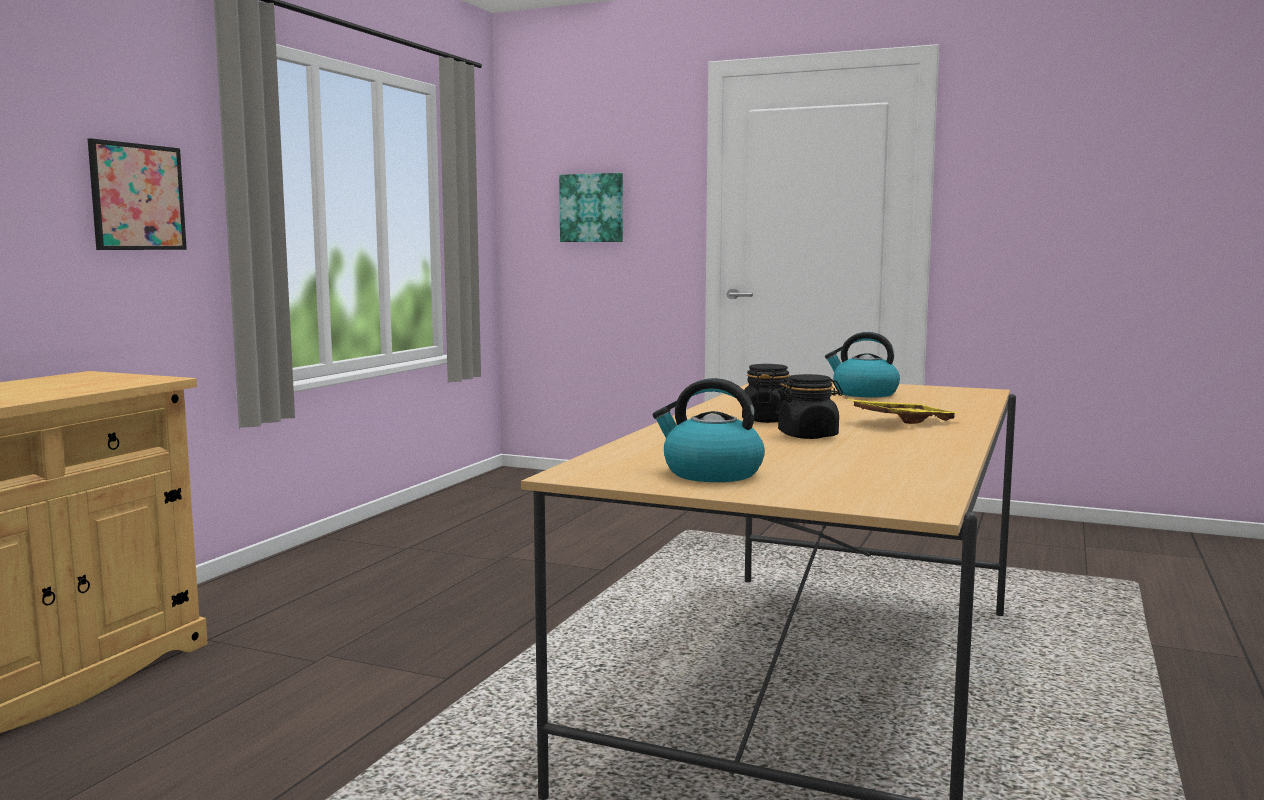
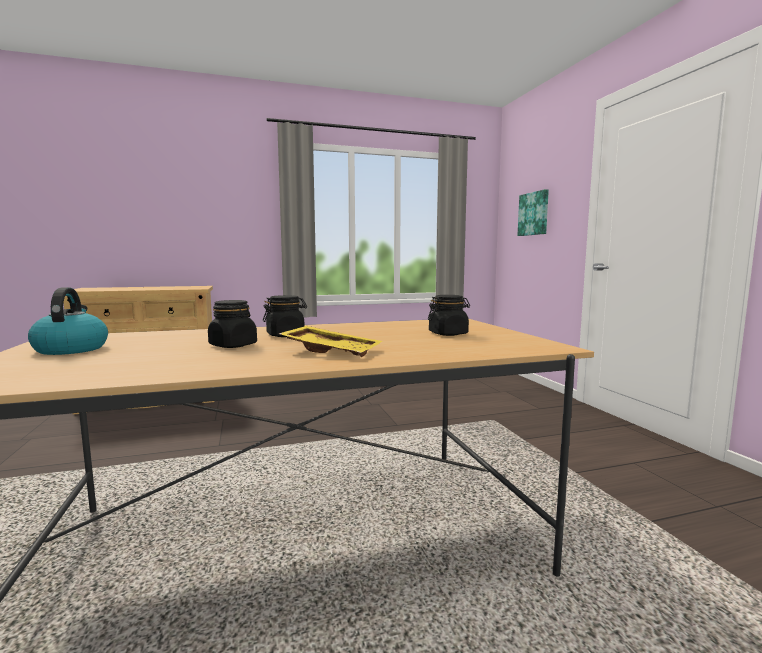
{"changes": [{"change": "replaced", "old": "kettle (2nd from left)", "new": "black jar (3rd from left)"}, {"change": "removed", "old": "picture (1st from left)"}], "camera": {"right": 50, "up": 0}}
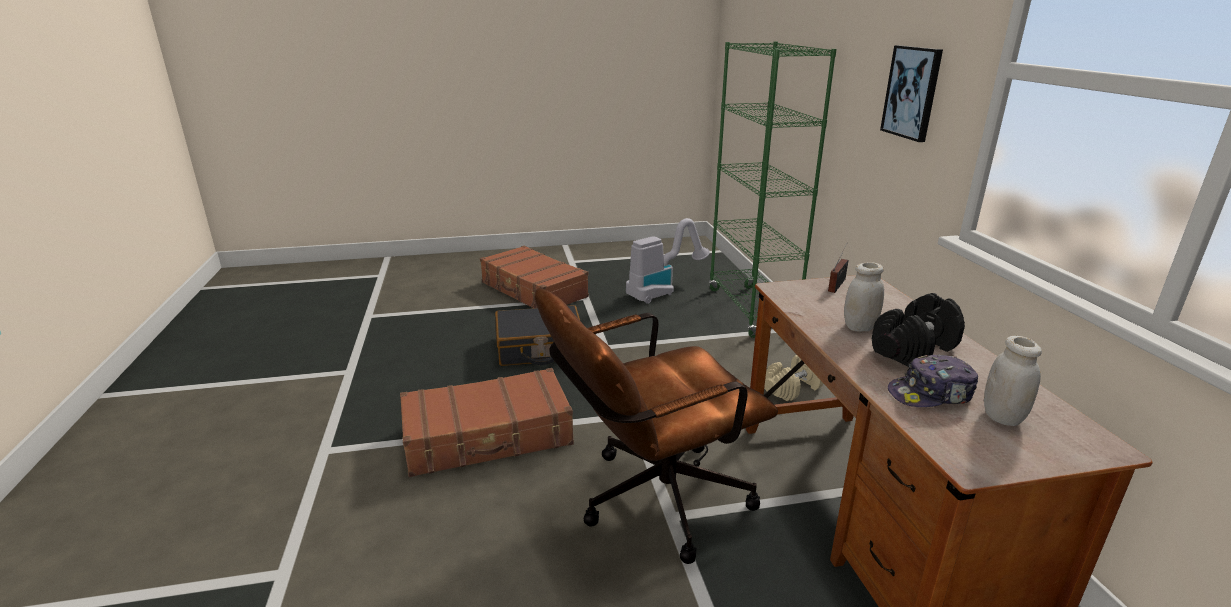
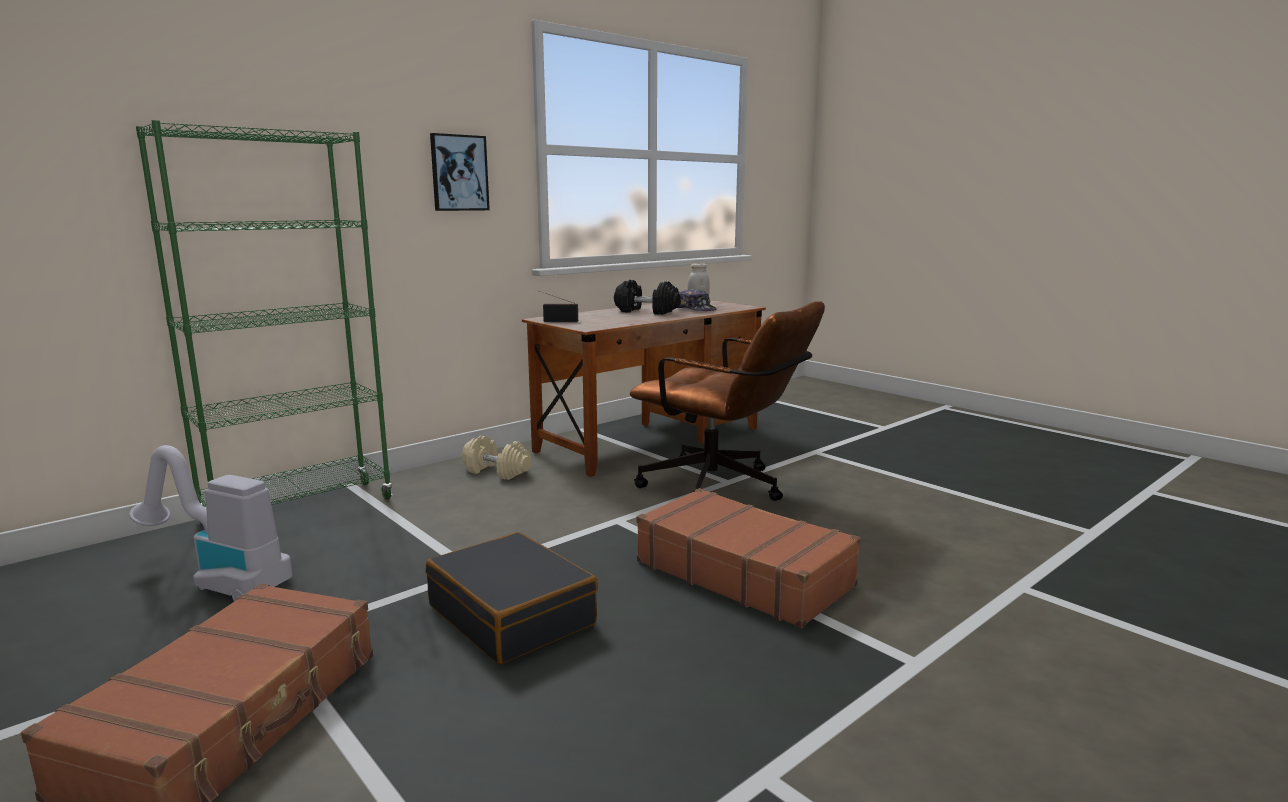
{"changes": [{"change": "removed", "old": "white jar (1st from left)"}], "camera": {"right": -120, "up": -10}}
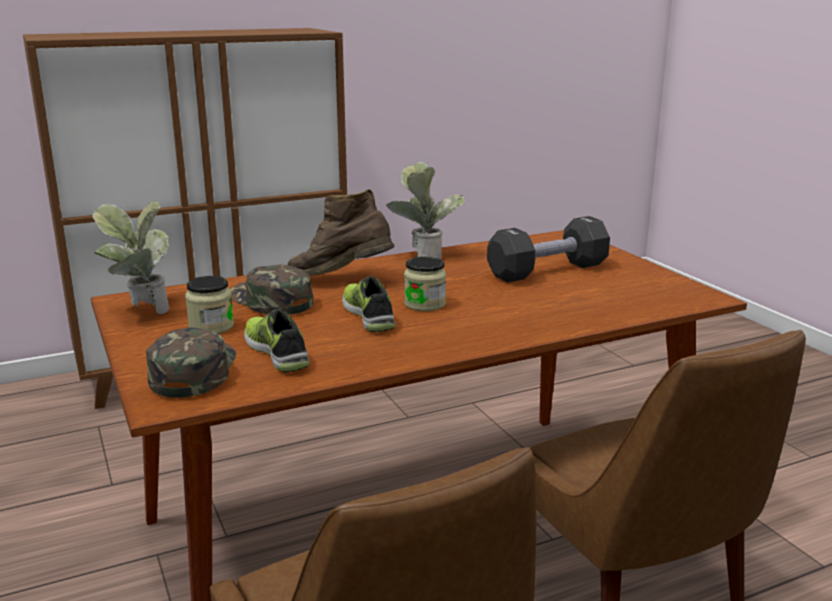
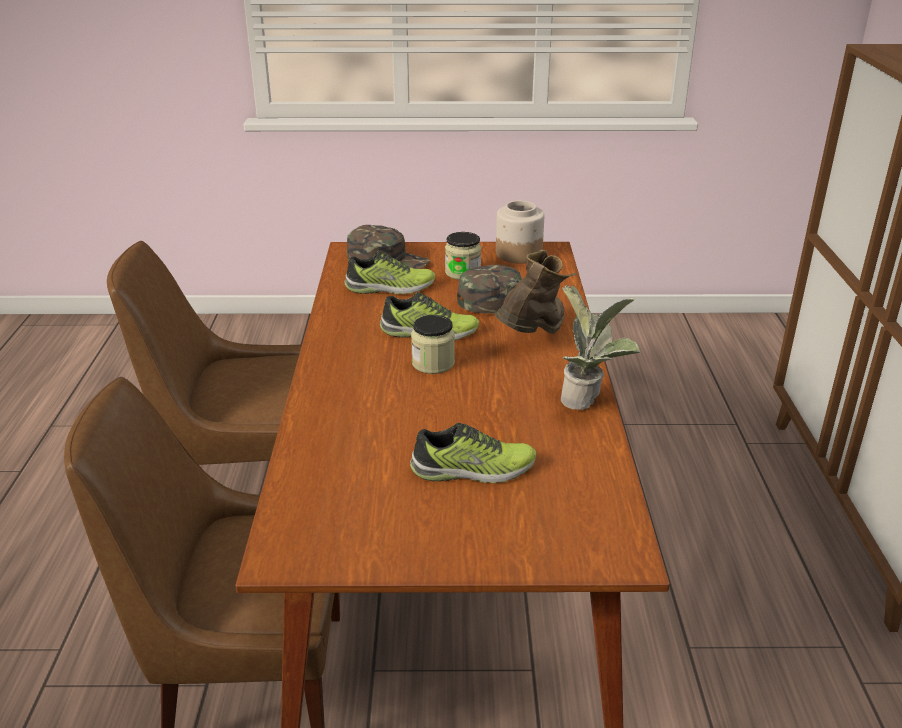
{"changes": [{"change": "replaced", "old": "black dumbbell", "new": "shoe (3rd from left)"}, {"change": "replaced", "old": "potted plant (1st from left)", "new": "jar (3rd from left)"}], "camera": {"right": 115, "up": 10}}
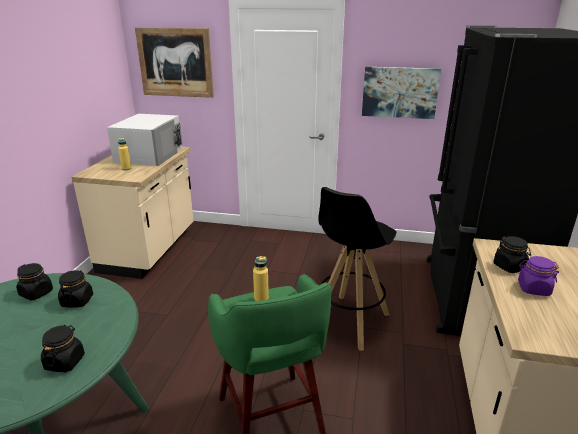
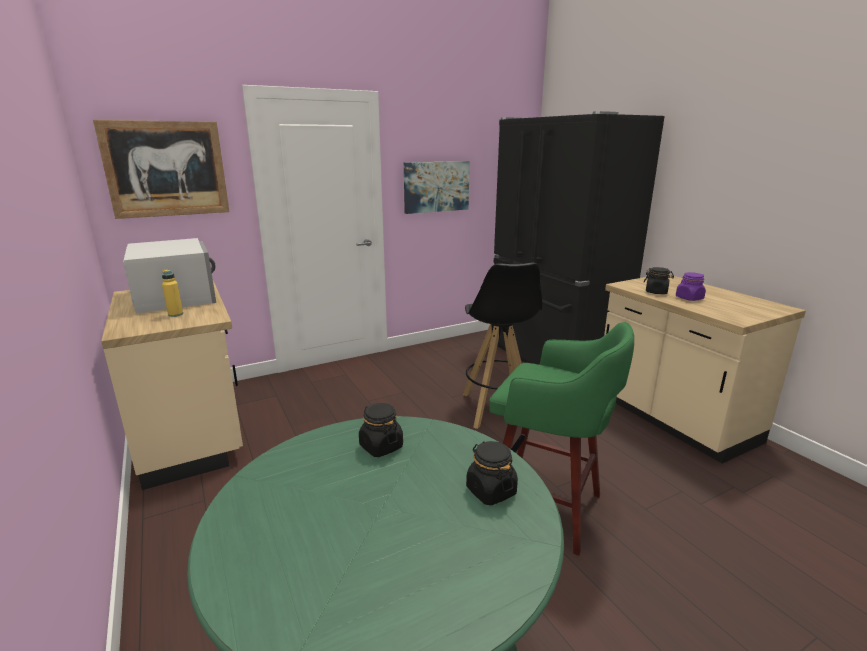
{"changes": [{"change": "removed", "old": "black jar (1st from left)"}, {"change": "removed", "old": "yellow bottle (2nd from left)"}], "camera": {"right": -40, "up": -5}}
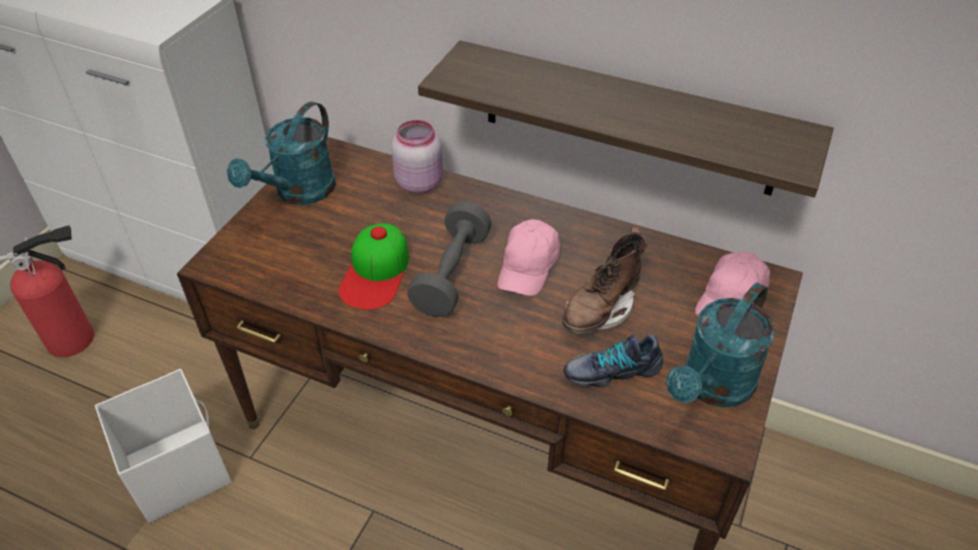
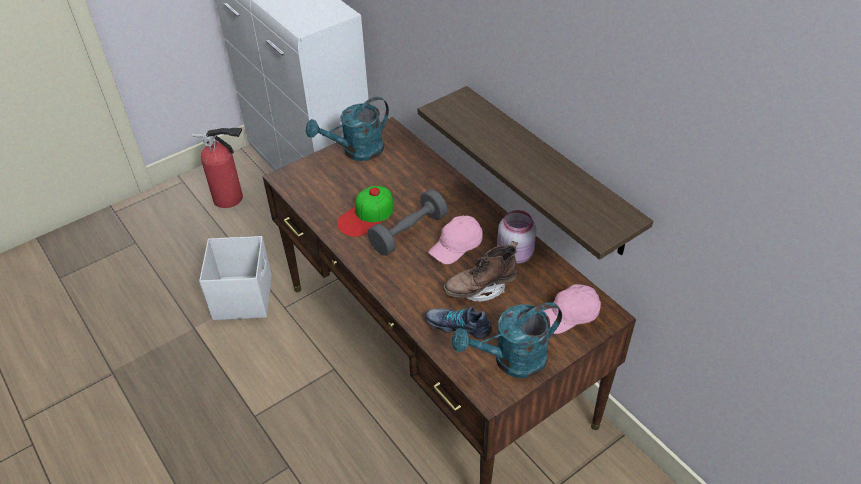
{"changes": [{"change": "moved", "old": "pink jar"}], "camera": {"right": 30, "up": 0}}
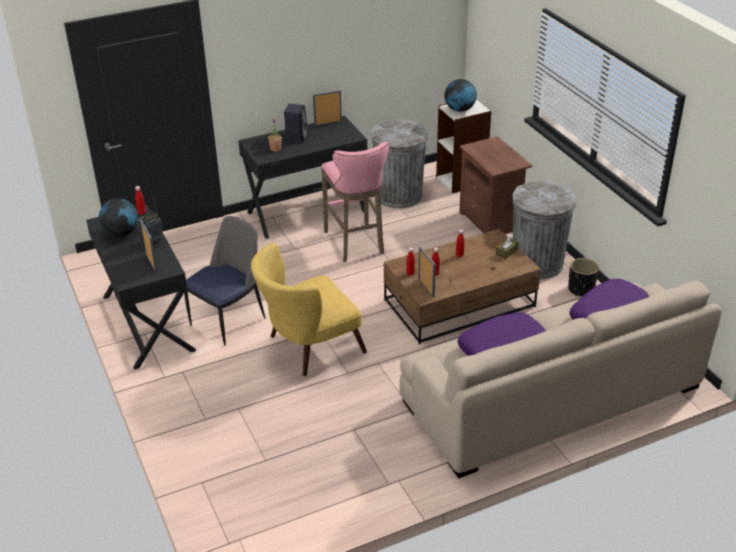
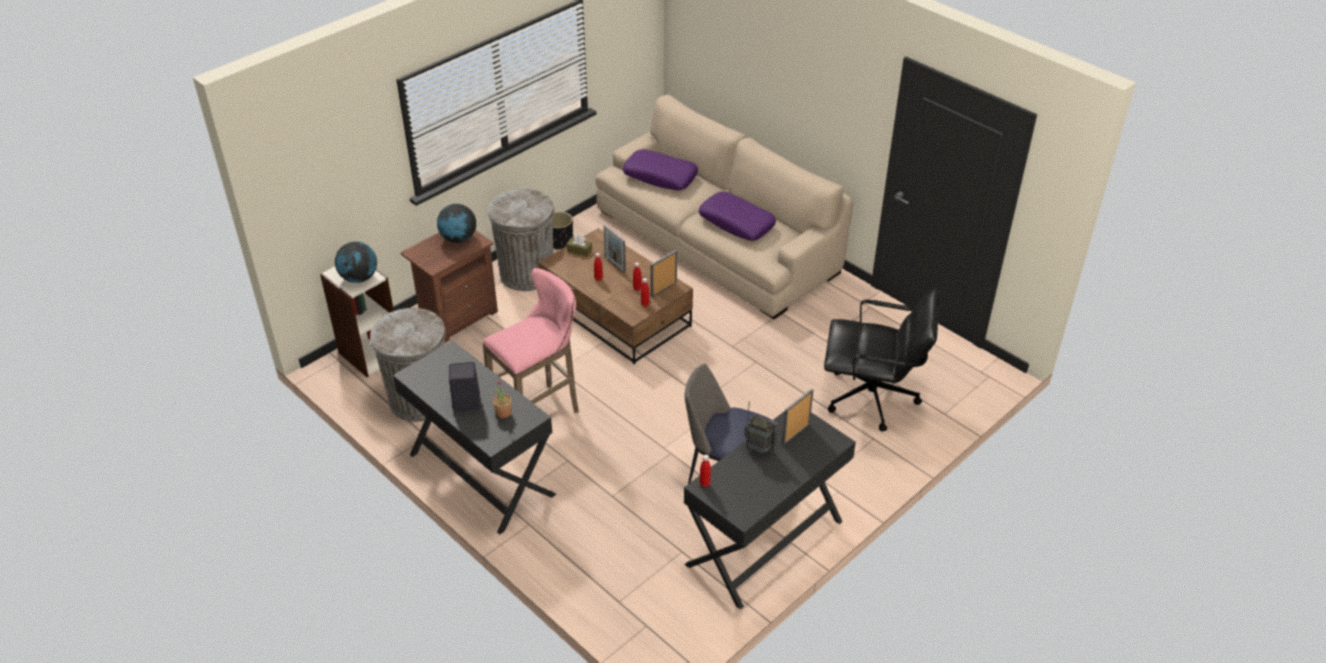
{"changes": [{"change": "moved", "old": "globe (1st from left in the first image)", "new": "globe (2nd from left)"}, {"change": "moved", "old": "picture frame (2nd from left in the first image)", "new": "picture frame (1st from left)"}, {"change": "added", "new": "black office chair"}, {"change": "removed", "old": "yellow armchair"}], "camera": {"right": -110, "up": 5}}
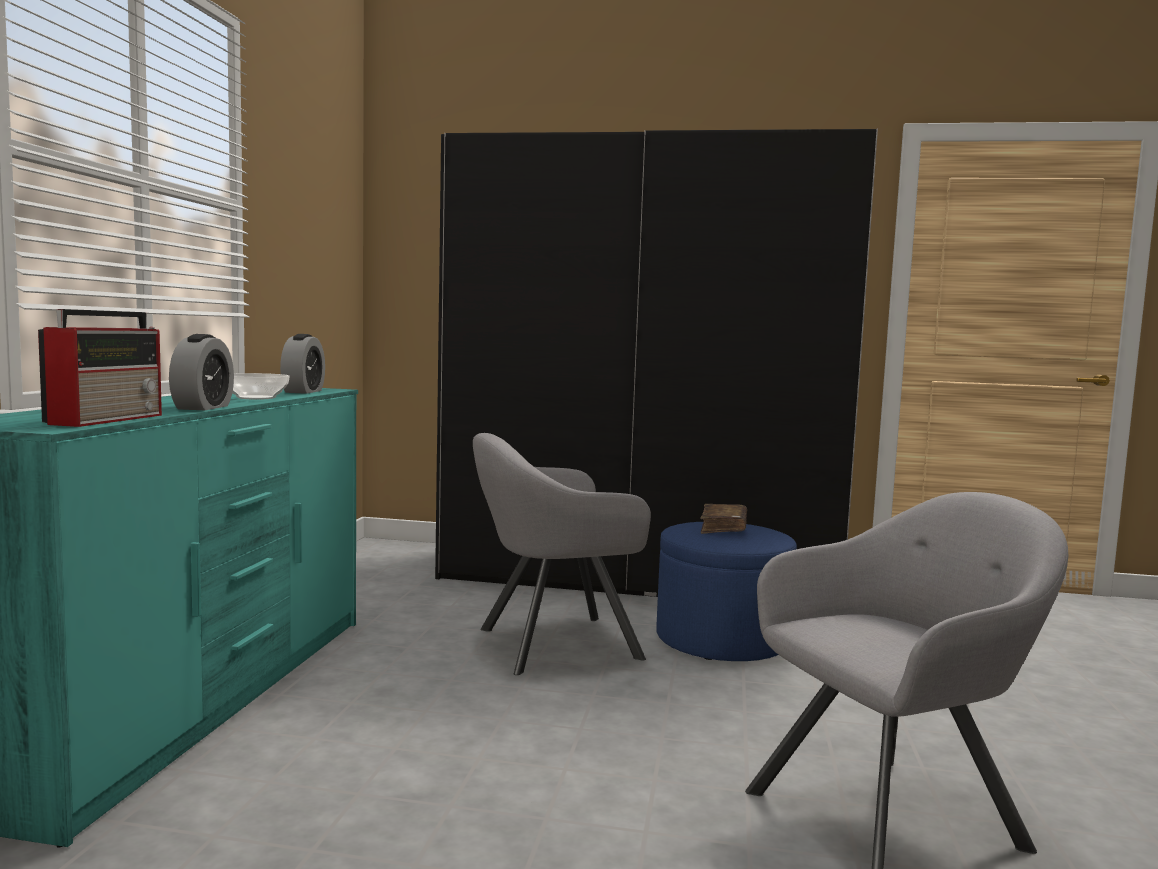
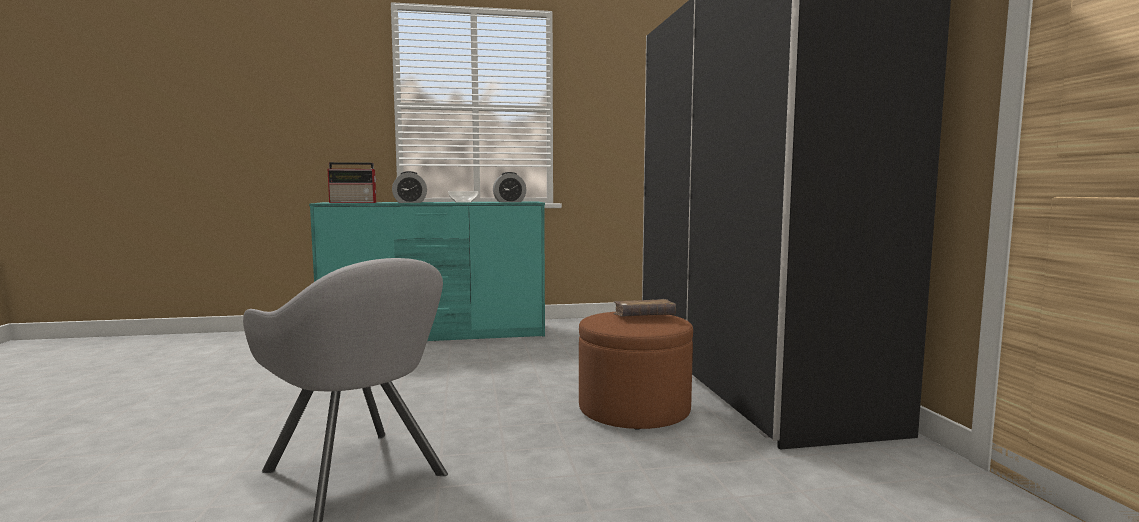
{"changes": [{"change": "recoloured", "old": "blue ottoman", "new": "brown ottoman"}, {"change": "removed", "old": "grey armchair (1st from left)"}], "camera": {"right": 70, "up": 0}}
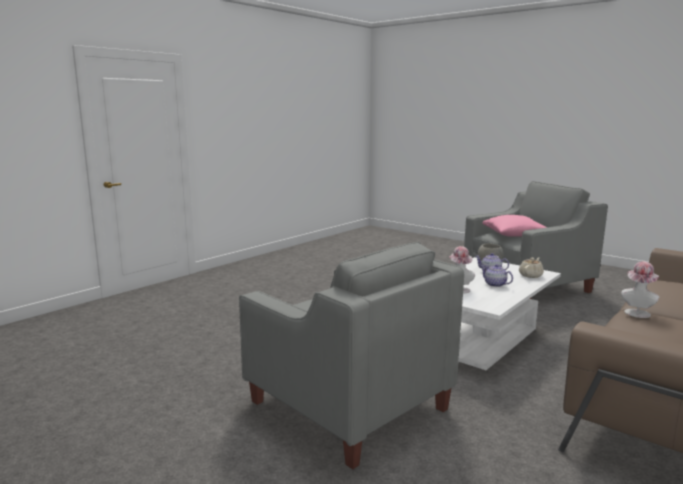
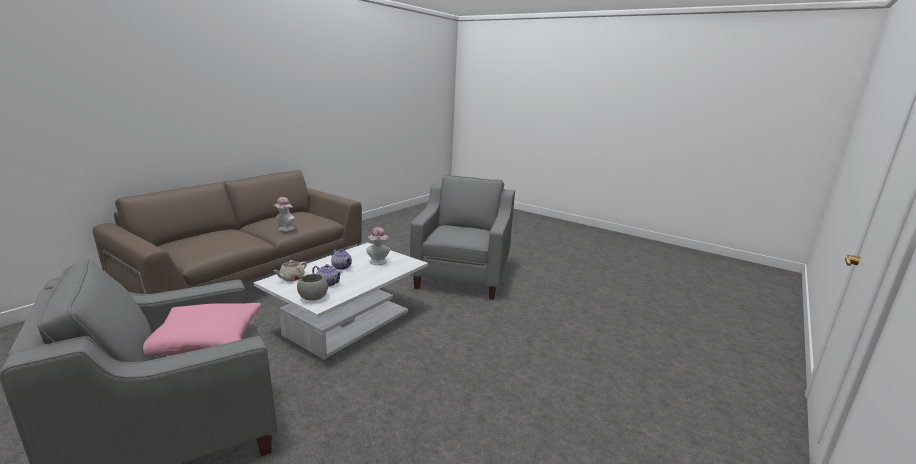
{"changes": [{"change": "turned", "old": "grey armchair (1st from left in the first image)", "degrees": 60}], "camera": {"right": 175, "up": 5}}
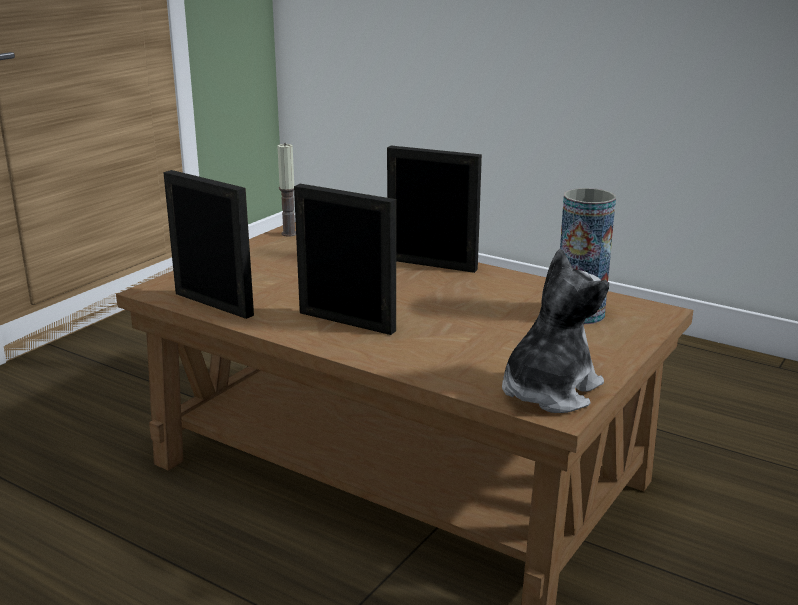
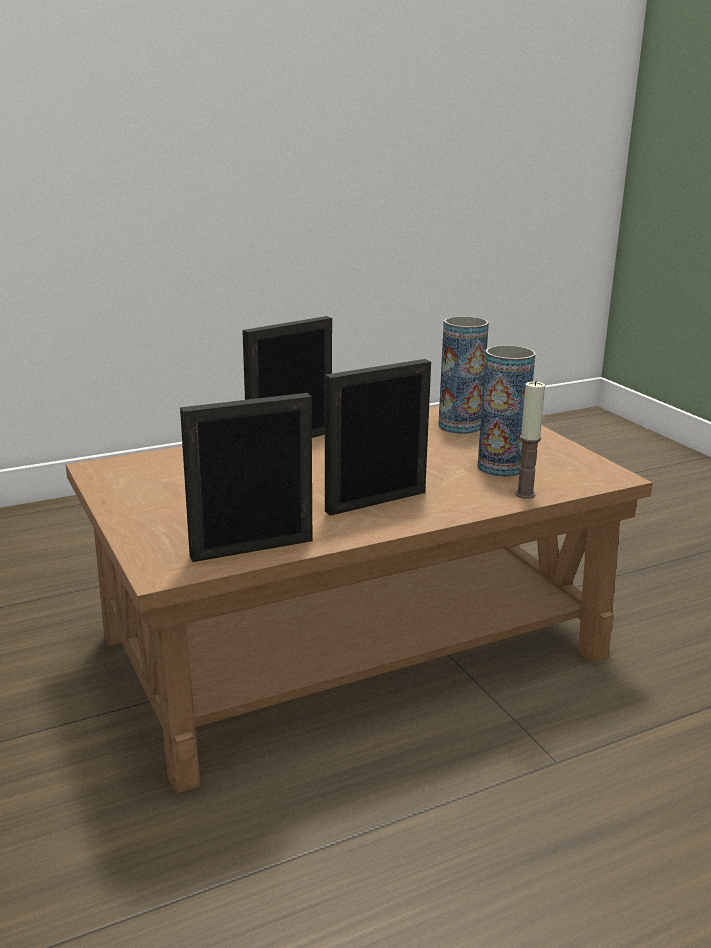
{"changes": [{"change": "added", "new": "vase (2nd from left)"}, {"change": "moved", "old": "candle"}, {"change": "removed", "old": "plush toy"}], "camera": {"right": -60, "up": 0}}
